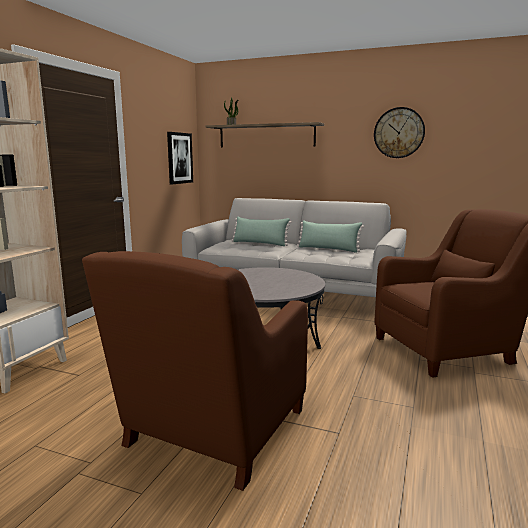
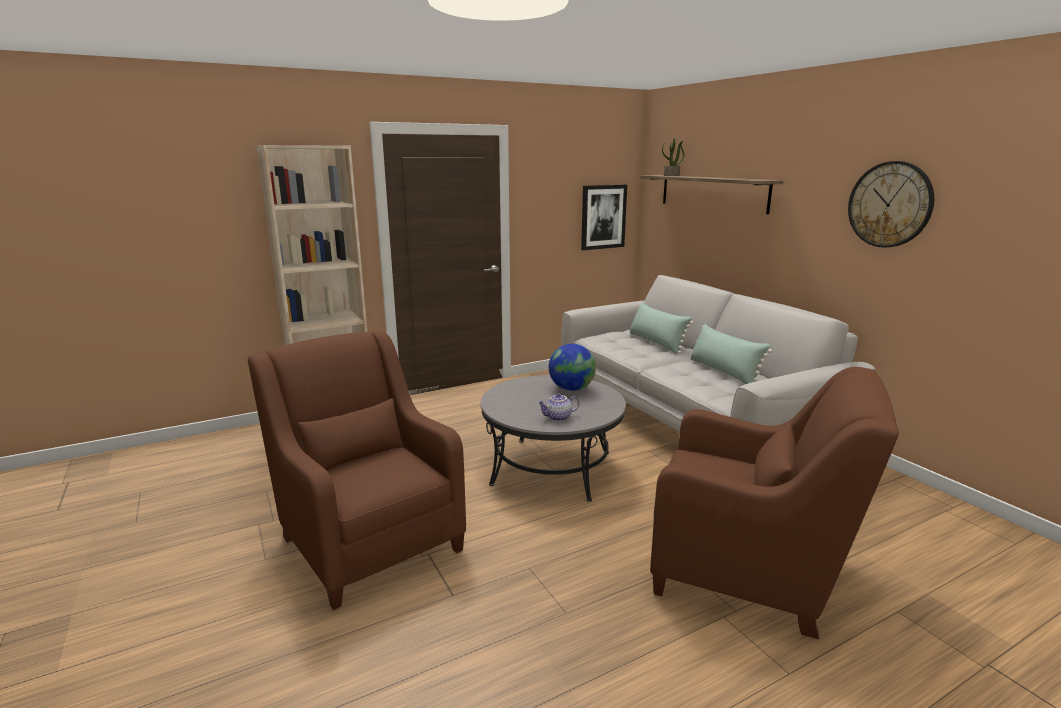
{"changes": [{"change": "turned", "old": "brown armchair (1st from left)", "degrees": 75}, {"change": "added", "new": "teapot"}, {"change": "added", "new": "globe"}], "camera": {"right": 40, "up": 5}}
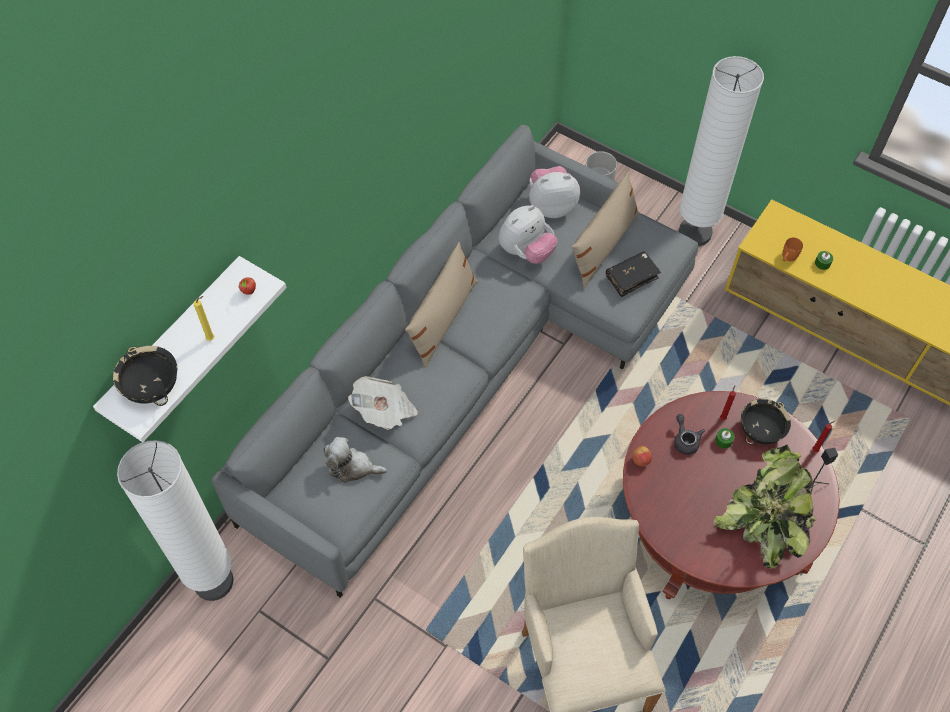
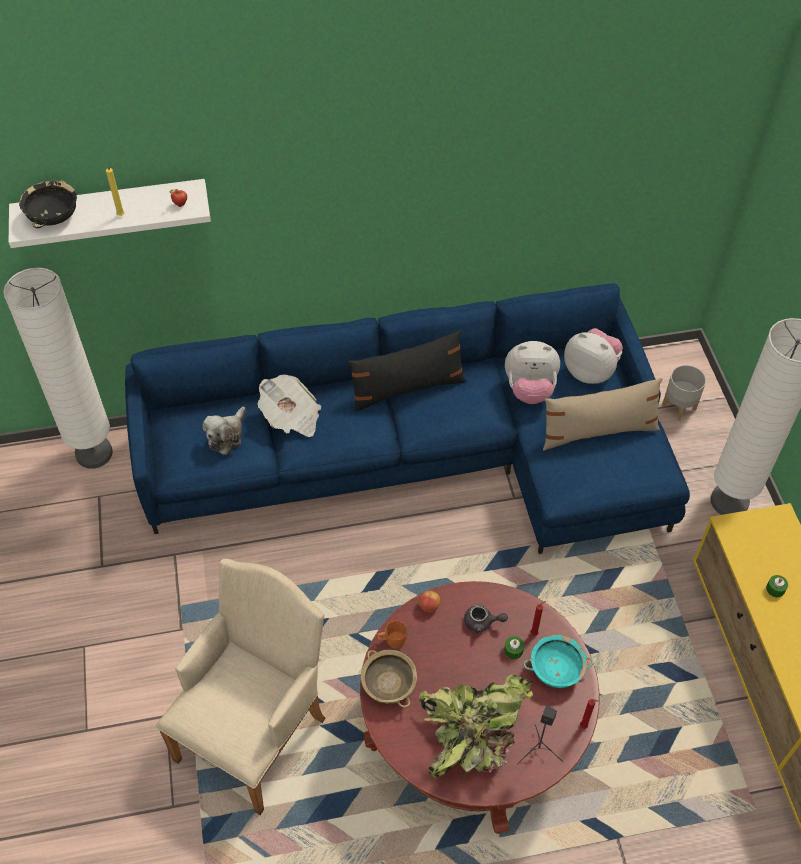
{"changes": [{"change": "recoloured", "old": "grey sofa", "new": "blue sofa"}, {"change": "turned", "old": "plush toy (1st from left)", "degrees": -120}, {"change": "recoloured", "old": "beige pillow (1st from left)", "new": "black pillow"}, {"change": "added", "new": "beige bowl"}, {"change": "moved", "old": "orange mug"}, {"change": "turned", "old": "grey teapot", "degrees": 75}, {"change": "recoloured", "old": "black bowl (2nd from left)", "new": "turquoise bowl"}, {"change": "removed", "old": "black book"}], "camera": {"right": 45, "up": -5}}
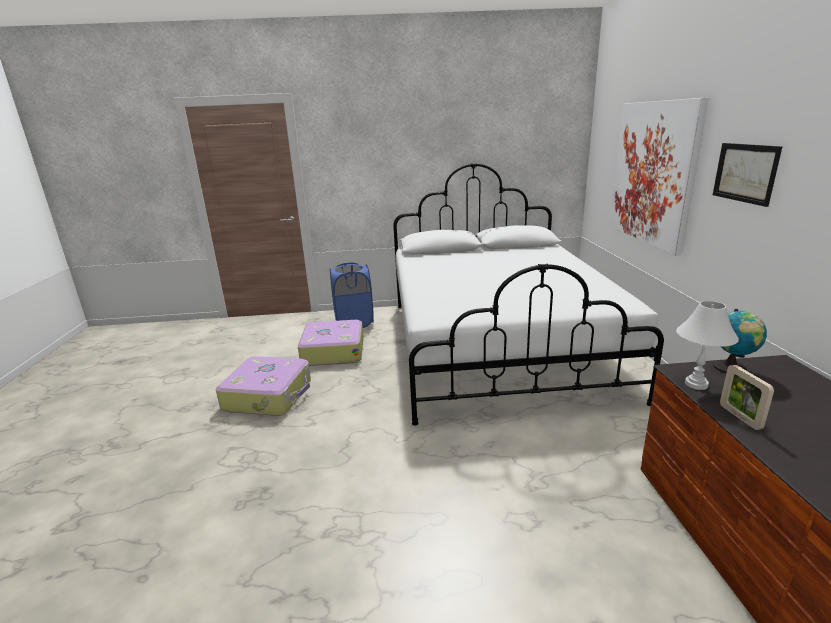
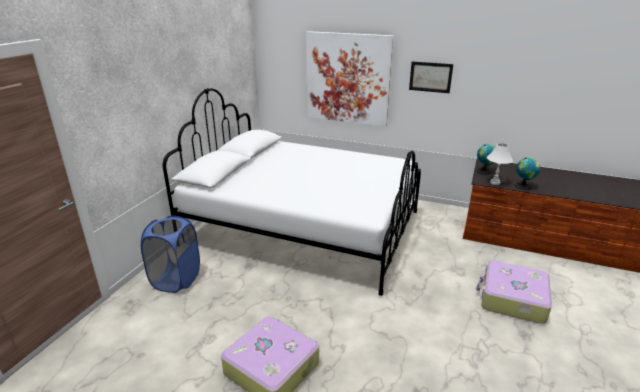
{"changes": [{"change": "moved", "old": "suitcase (2nd from left)"}, {"change": "replaced", "old": "picture frame", "new": "globe (2nd from left)"}], "camera": {"right": -65, "up": 5}}
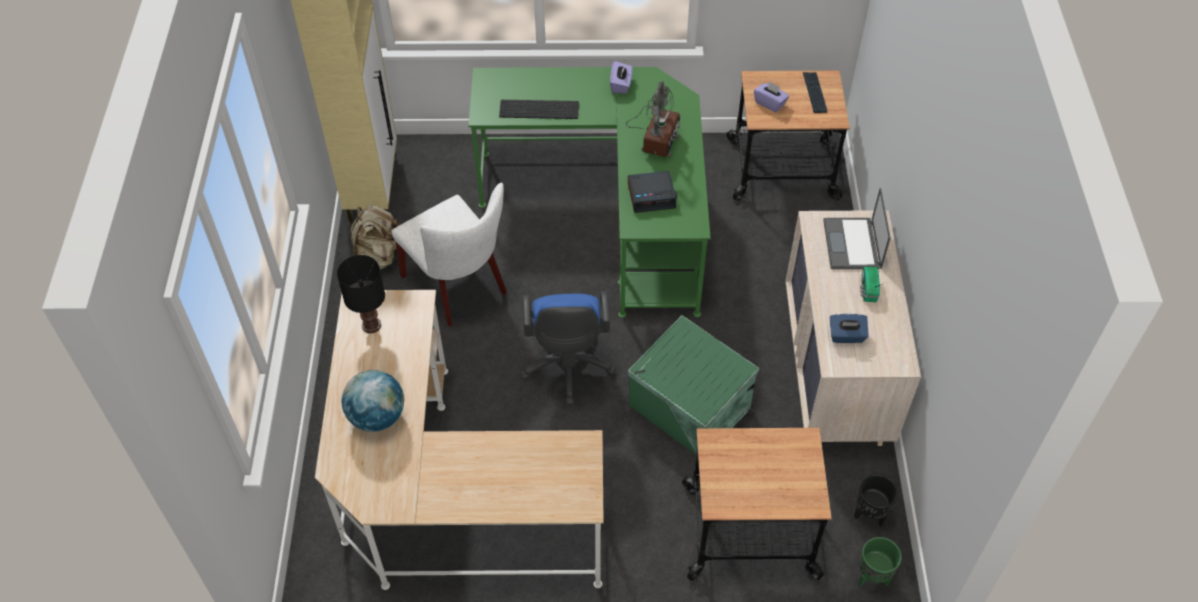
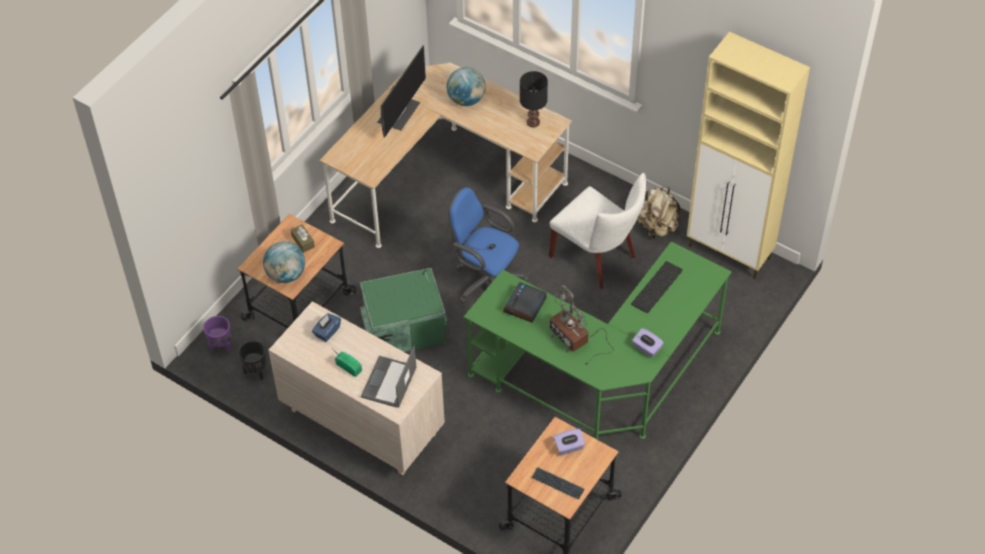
{"changes": [{"change": "recoloured", "old": "green planter", "new": "purple planter"}, {"change": "added", "new": "globe (1st from left)"}, {"change": "added", "new": "brown tissue box"}, {"change": "turned", "old": "laptop", "degrees": -105}, {"change": "added", "new": "monitor"}, {"change": "turned", "old": "white chair", "degrees": -135}], "camera": {"right": 125, "up": 0}}
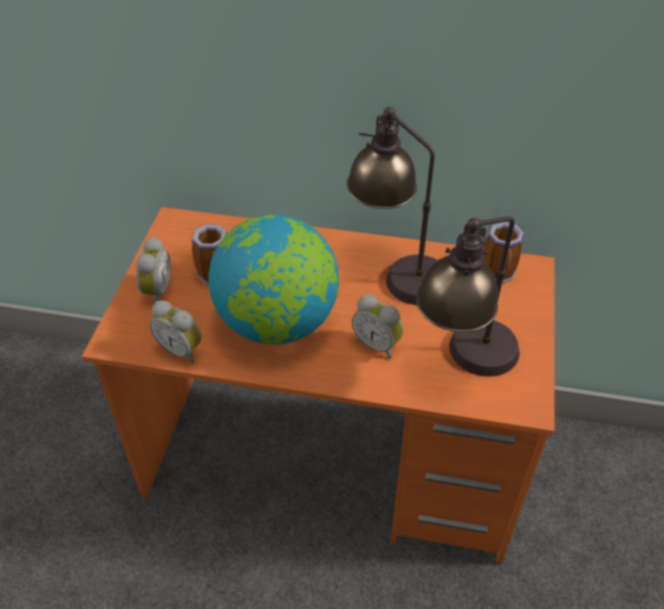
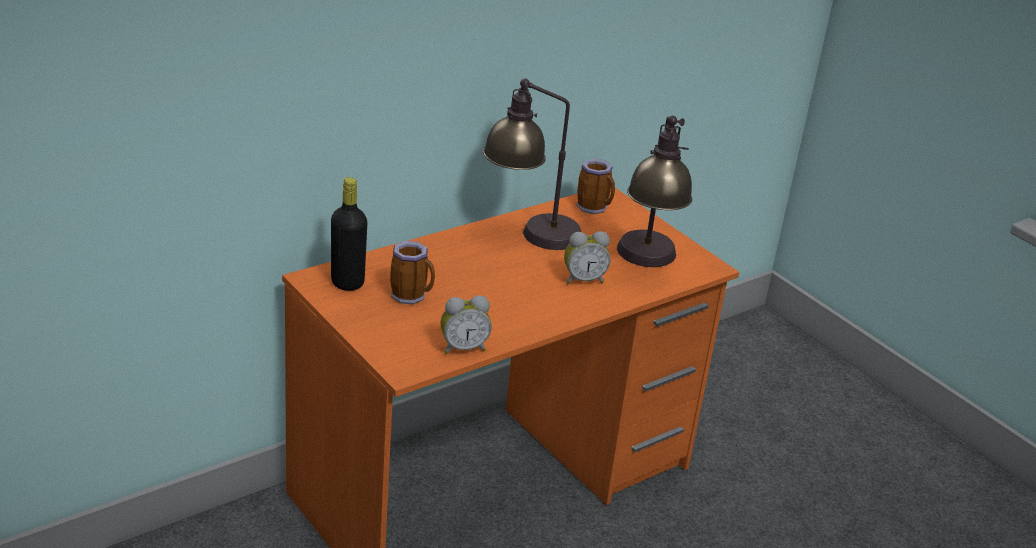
{"changes": [{"change": "added", "new": "black bottle"}, {"change": "removed", "old": "alarm clock (1st from left)"}, {"change": "removed", "old": "globe"}], "camera": {"right": -50, "up": -15}}
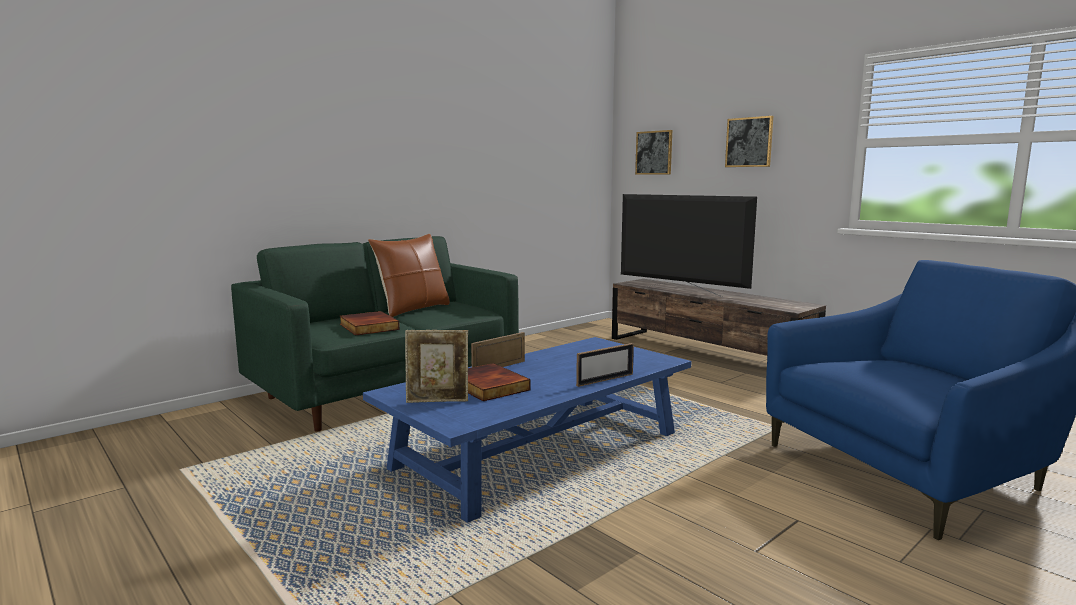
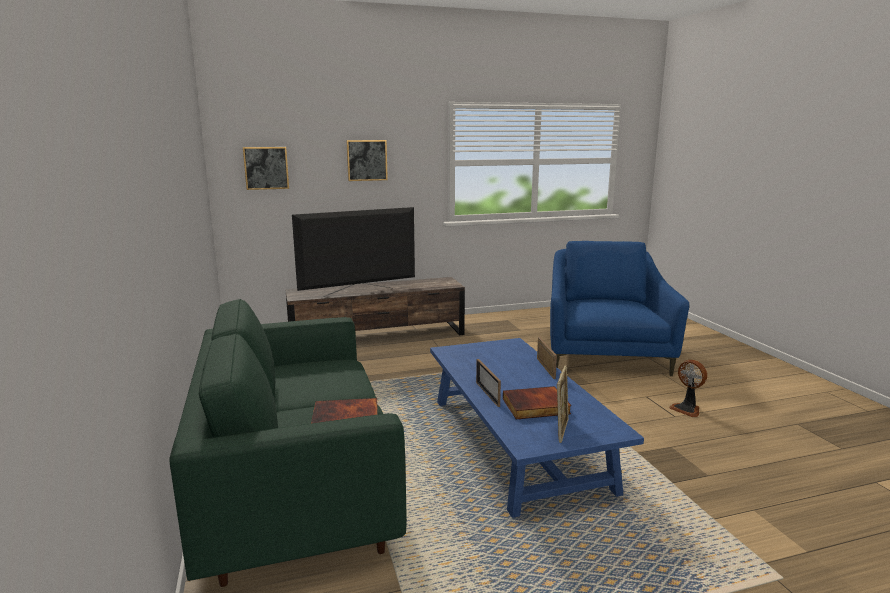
{"changes": [{"change": "added", "new": "fan"}, {"change": "removed", "old": "brown pillow"}], "camera": {"right": -65, "up": 5}}
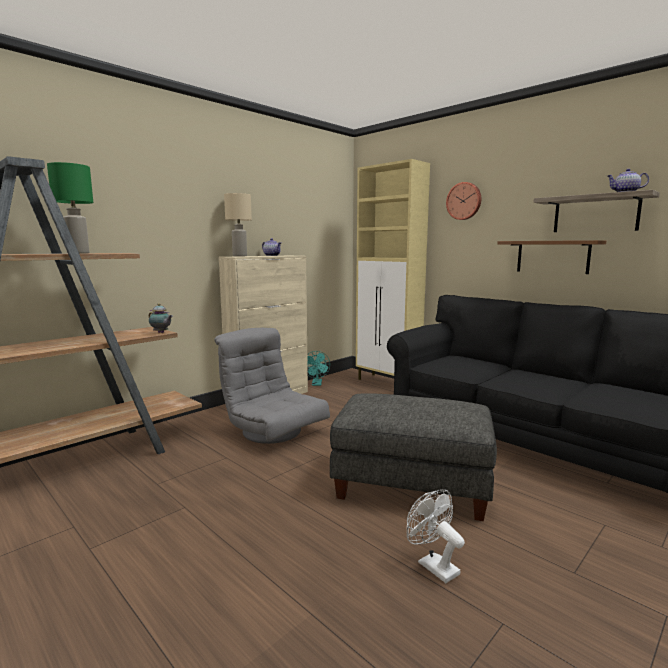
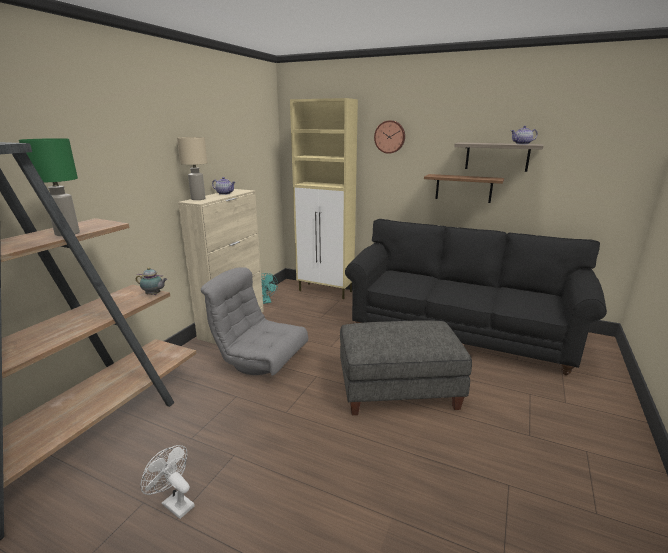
{"changes": [{"change": "moved", "old": "white fan"}], "camera": {"right": -20, "up": 10}}
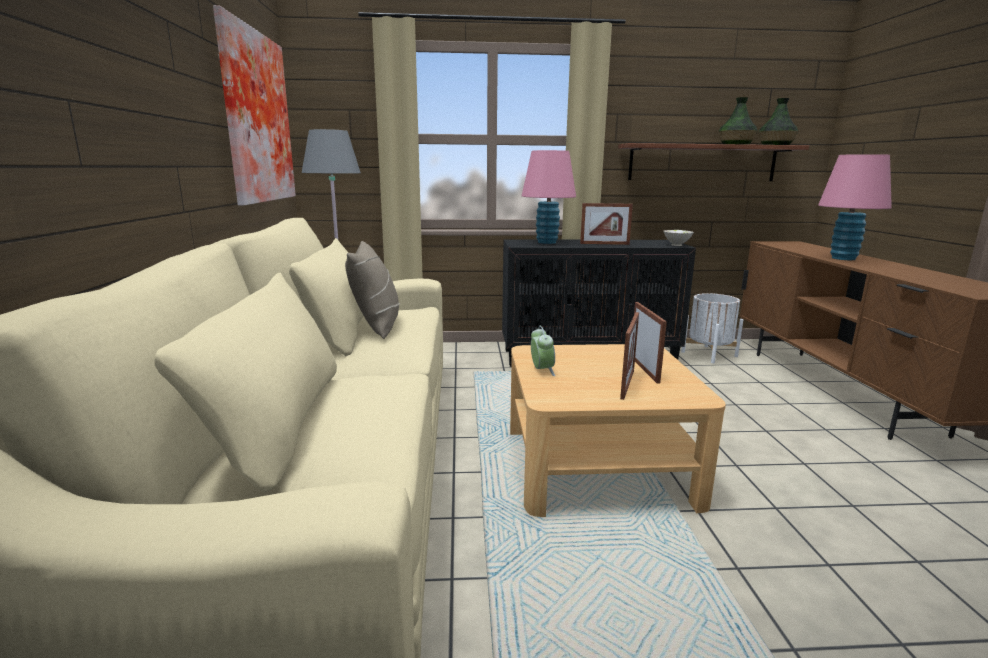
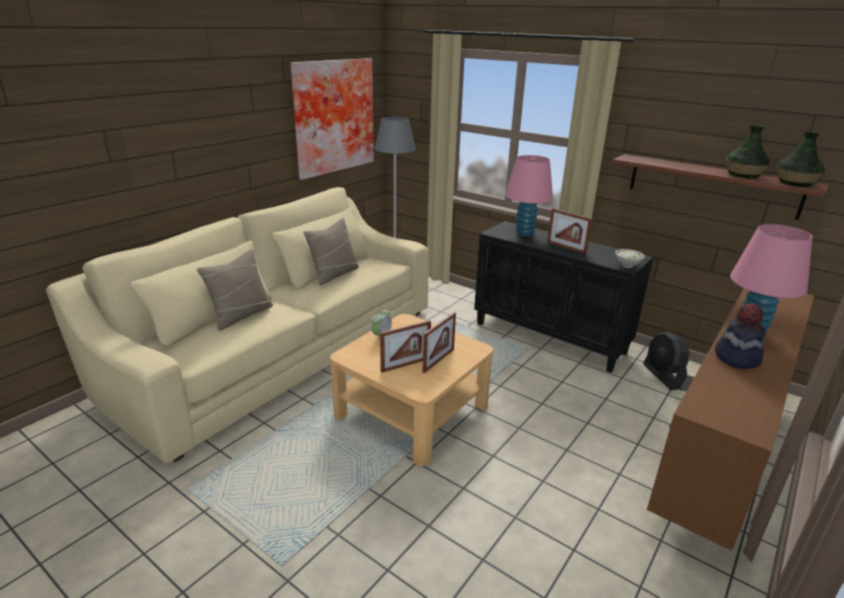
{"changes": [{"change": "added", "new": "beige pillow (1st from left)"}, {"change": "replaced", "old": "white planter", "new": "black fan"}, {"change": "added", "new": "hat"}], "camera": {"right": 40, "up": 10}}
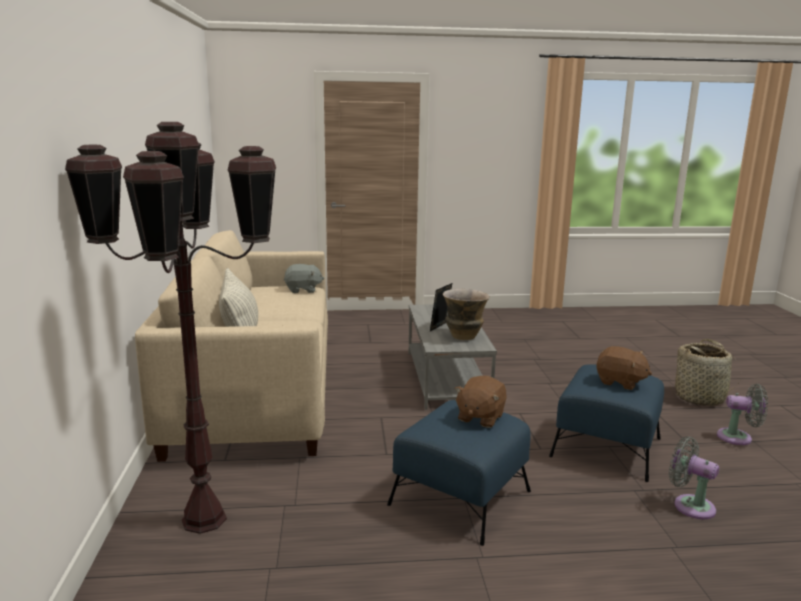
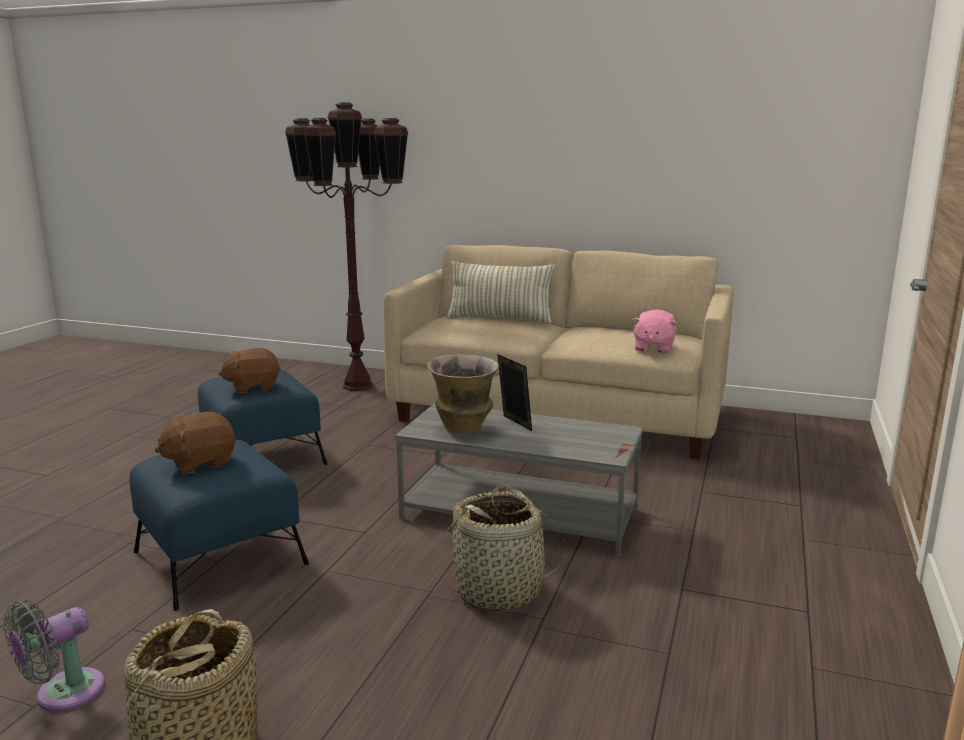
{"changes": [{"change": "turned", "old": "brown plush toy (1st from left in the first image)", "degrees": -75}, {"change": "added", "new": "basket (2nd from left)"}, {"change": "recoloured", "old": "grey plush toy", "new": "pink plush toy"}, {"change": "removed", "old": "grey fan (1st from left)"}], "camera": {"right": 115, "up": 0}}
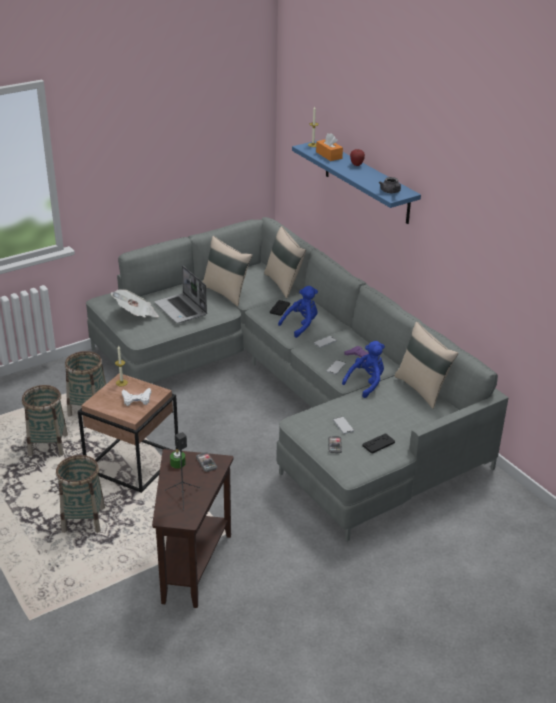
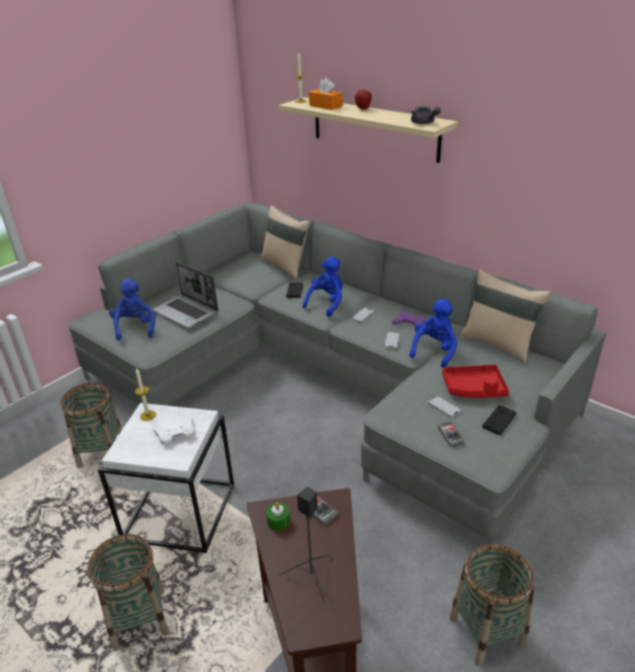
{"changes": [{"change": "recoloured", "old": "brown side table (1st from left)", "new": "white side table"}, {"change": "replaced", "old": "newspaper", "new": "blue plush toy (1st from left)"}, {"change": "recoloured", "old": "blue shelf", "new": "beige shelf"}, {"change": "added", "new": "red tray"}, {"change": "moved", "old": "basket (1st from left in the first image)", "new": "basket (3rd from left)"}, {"change": "removed", "old": "beige pillow (1st from left)"}], "camera": {"right": -15, "up": 0}}
